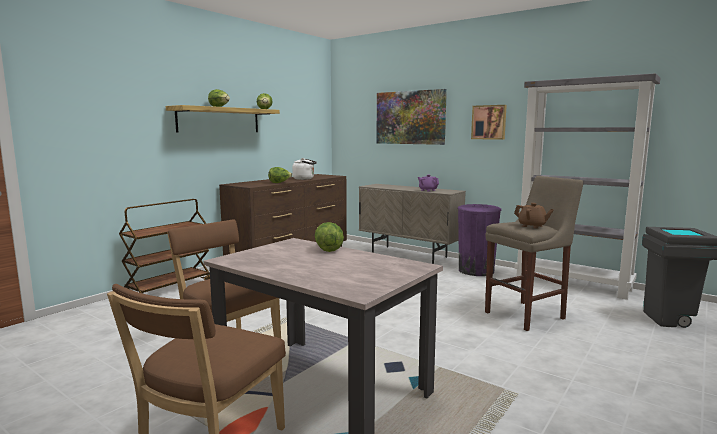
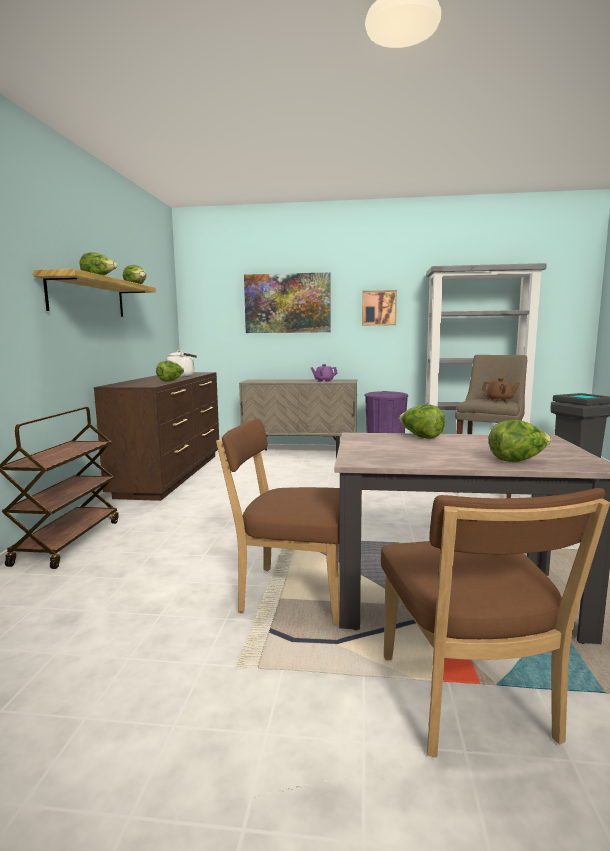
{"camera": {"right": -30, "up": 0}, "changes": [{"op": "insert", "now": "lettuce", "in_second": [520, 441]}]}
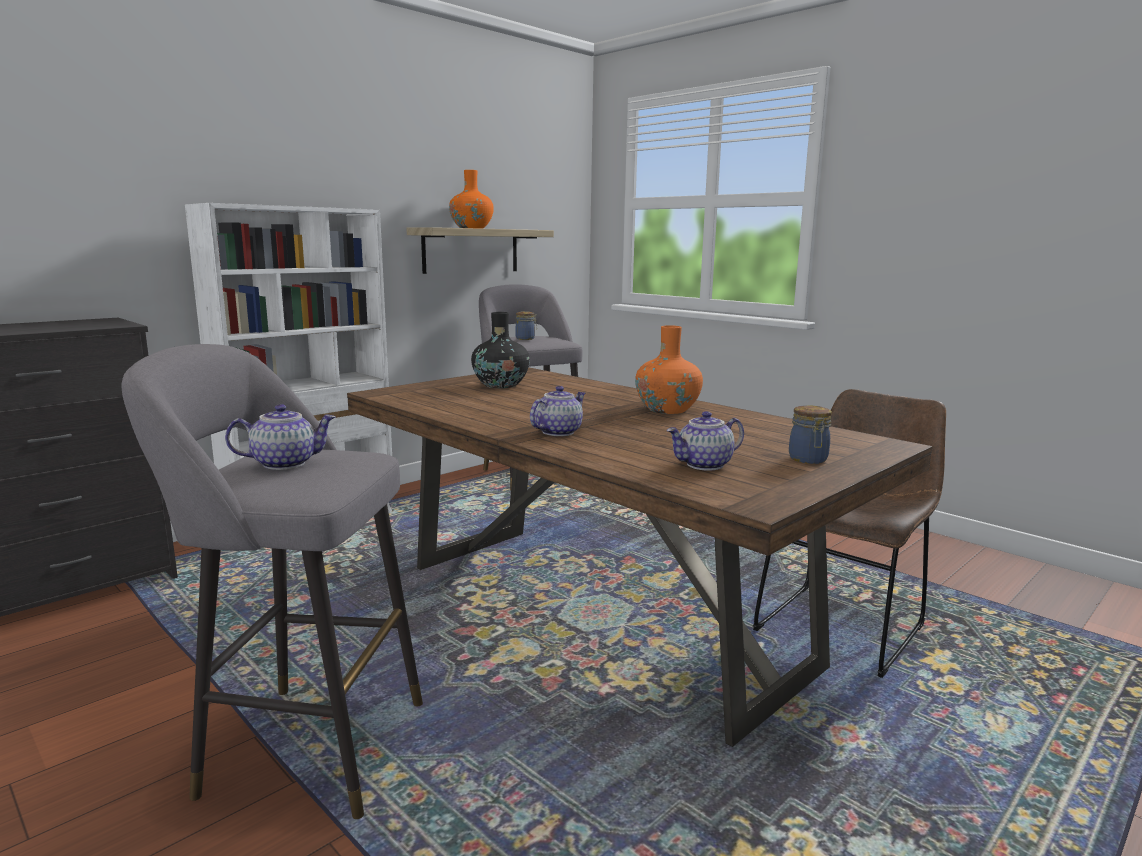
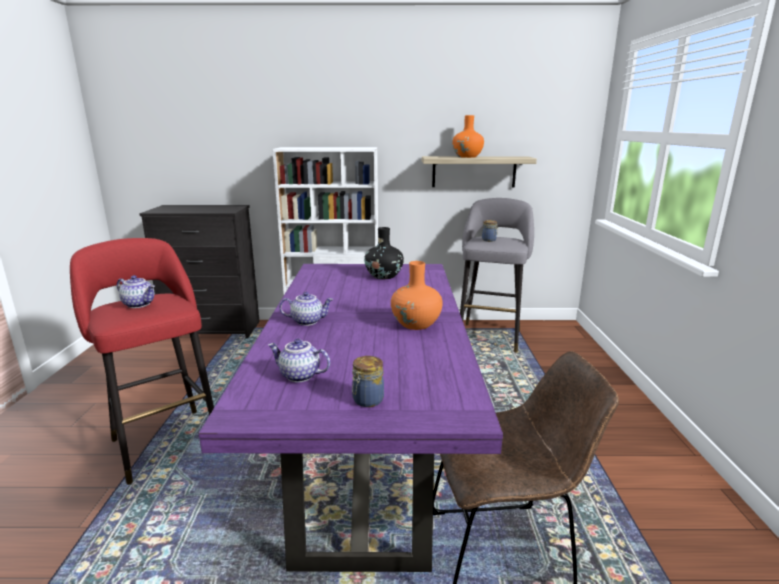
{"camera": {"right": 45, "up": 5}, "changes": [{"op": "recolor", "was": "grey stool", "now": "red stool", "in_first": [272, 581], "in_second": [142, 361]}, {"op": "recolor", "was": "brown dining table", "now": "purple dining table", "in_first": [640, 557], "in_second": [350, 418]}]}
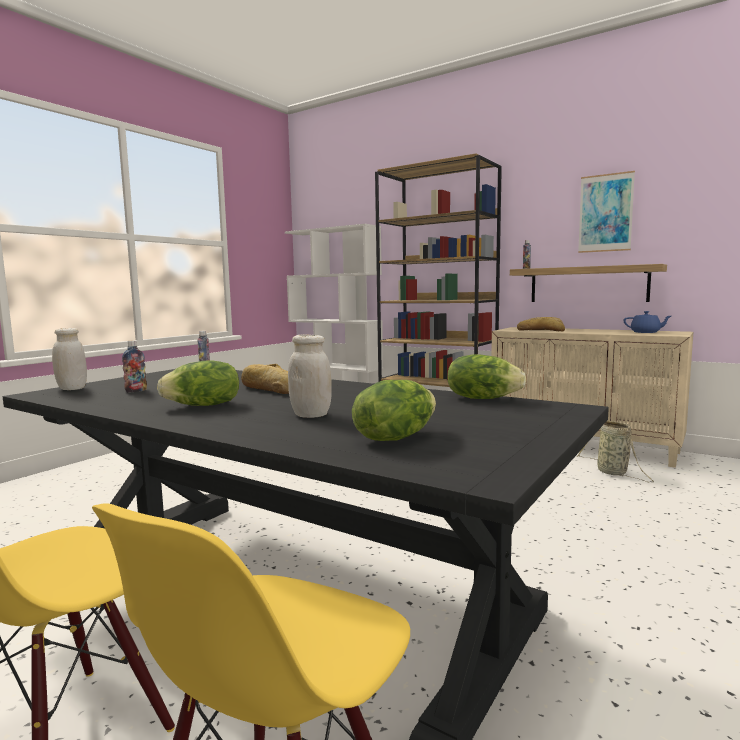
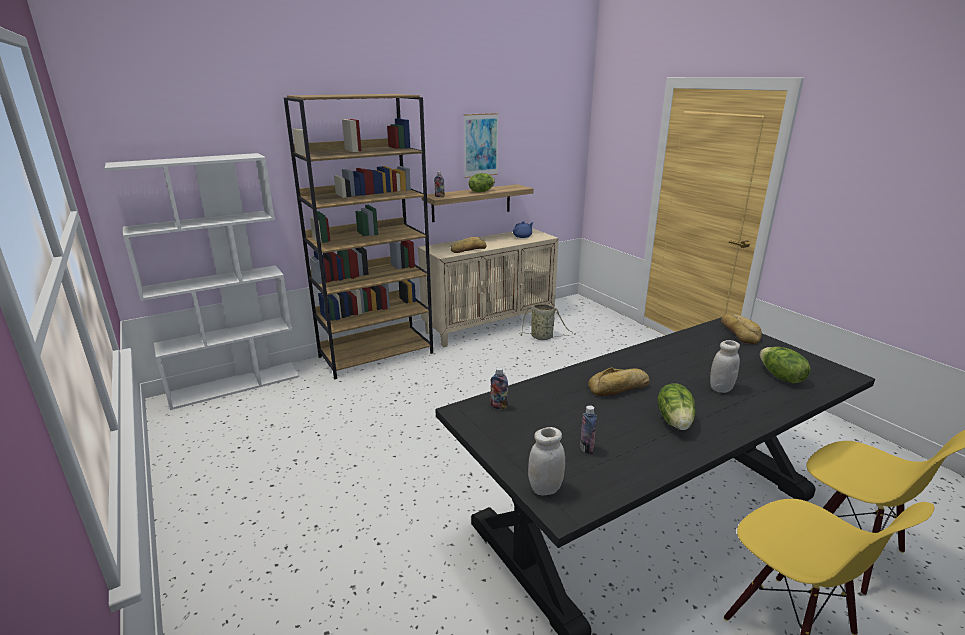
{"camera": {"right": -65, "up": 15}, "changes": [{"op": "insert", "now": "bread", "in_second": [741, 329]}, {"op": "move", "was": "lettuce", "in_first": [486, 376], "in_second": [481, 182]}]}
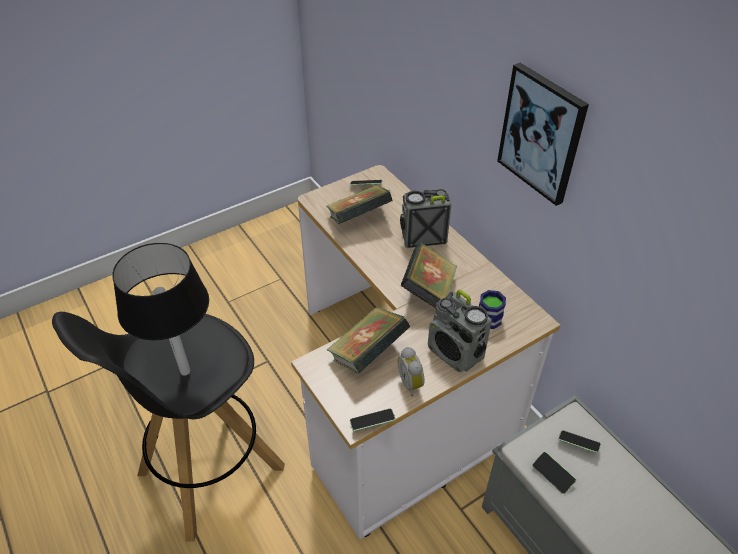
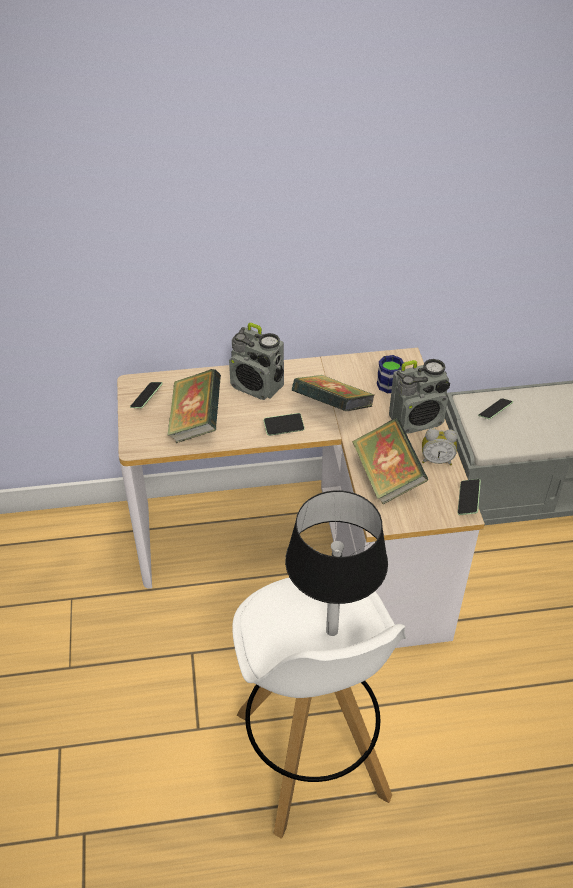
{"camera": {"right": -65, "up": 0}, "changes": [{"op": "delete", "was": "picture", "in_first": [543, 134]}, {"op": "move", "was": "phone", "in_first": [554, 472], "in_second": [284, 424]}, {"op": "recolor", "was": "black stool", "now": "white stool", "in_first": [168, 426], "in_second": [319, 708]}, {"op": "rotate", "was": "radio", "in_first": [426, 218], "in_second": [256, 361], "clockwise": -75}]}
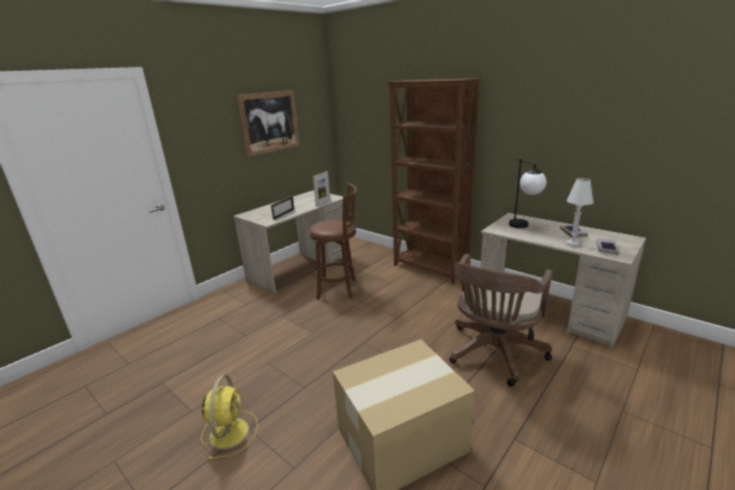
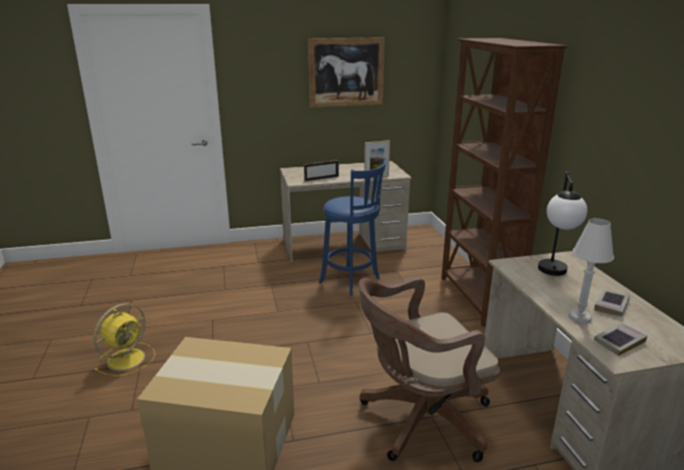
{"camera": {"right": 35, "up": 0}, "changes": [{"op": "recolor", "was": "brown stool", "now": "blue stool", "in_first": [333, 241], "in_second": [352, 227]}]}
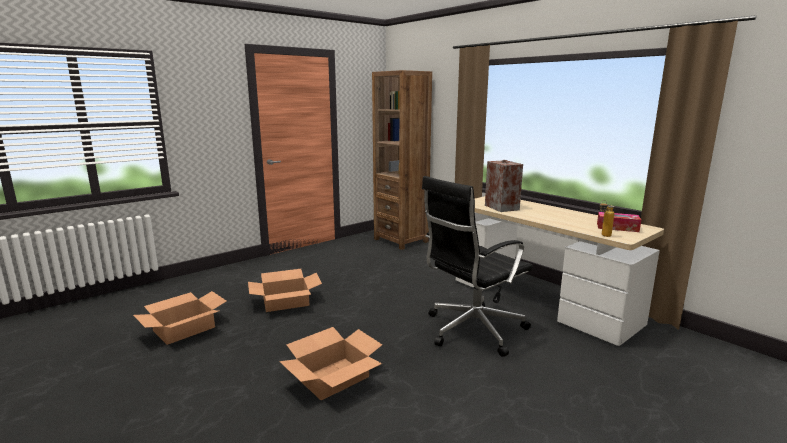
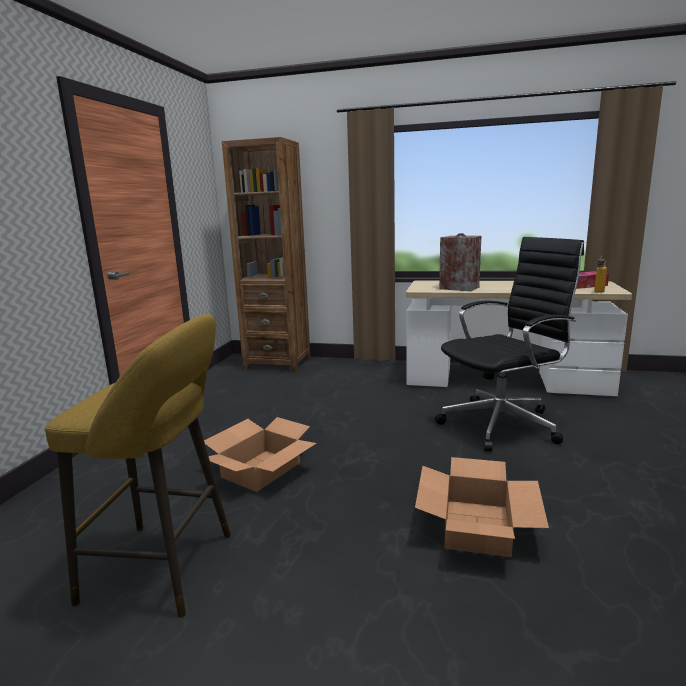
{"camera": {"right": -35, "up": 0}, "changes": [{"op": "replace", "was": "cardboard box", "now": "yellow stool", "in_first": [179, 318], "in_second": [138, 465]}, {"op": "rotate", "was": "black office chair", "in_first": [477, 266], "in_second": [509, 344], "clockwise": -135}]}
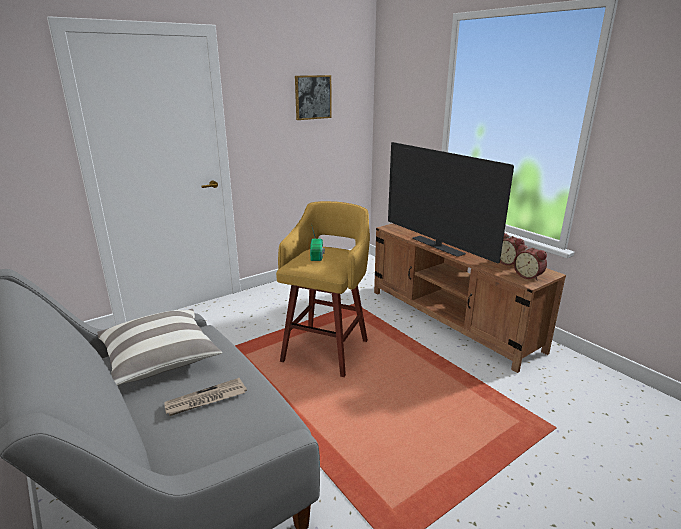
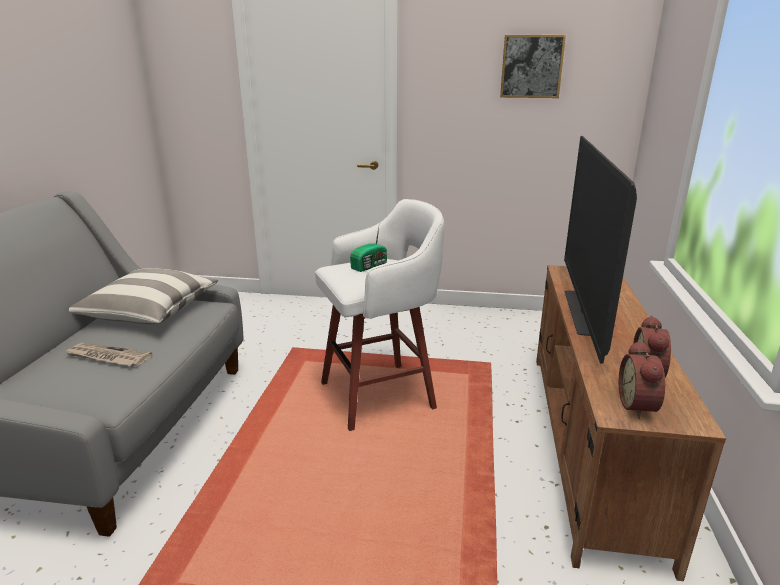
{"camera": {"right": 45, "up": 0}, "changes": [{"op": "recolor", "was": "yellow stool", "now": "white stool", "in_first": [323, 289], "in_second": [379, 315]}]}
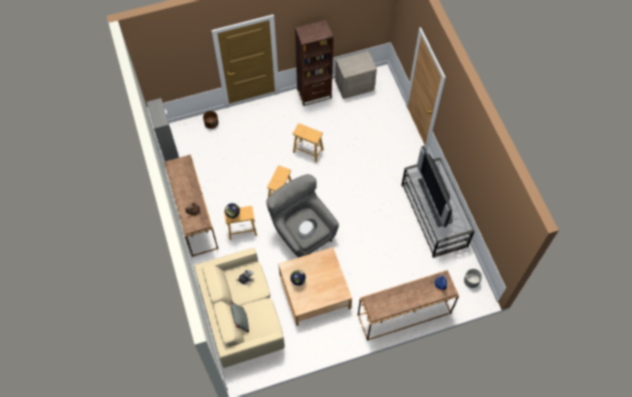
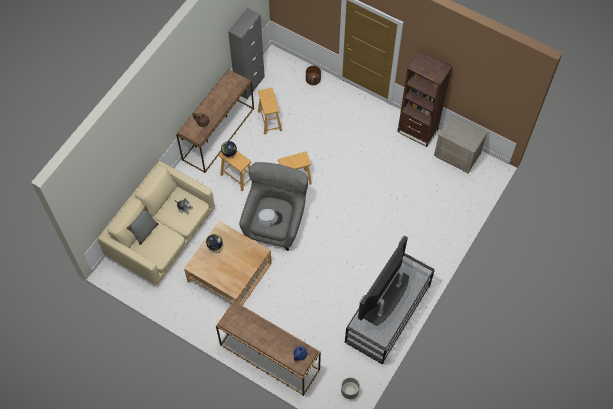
{"camera": {"right": 50, "up": 0}, "changes": [{"op": "move", "was": "brown stool", "in_first": [308, 142], "in_second": [270, 111]}]}
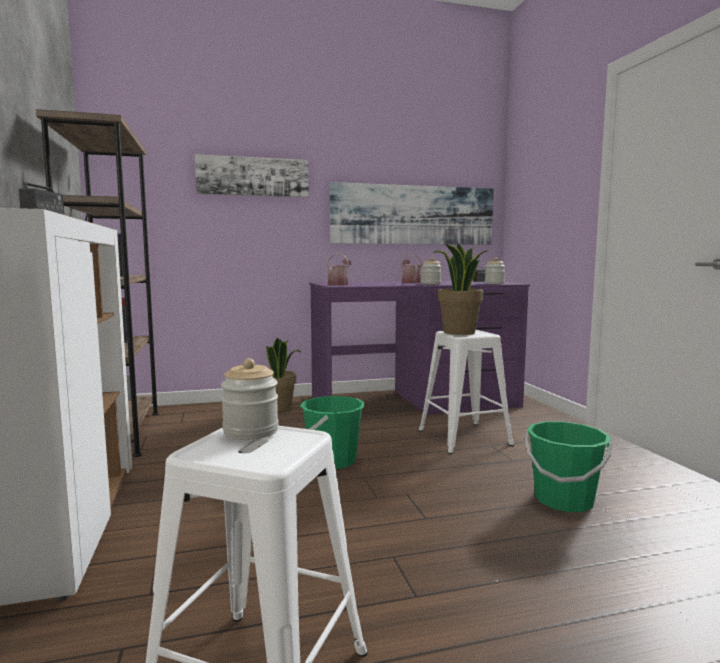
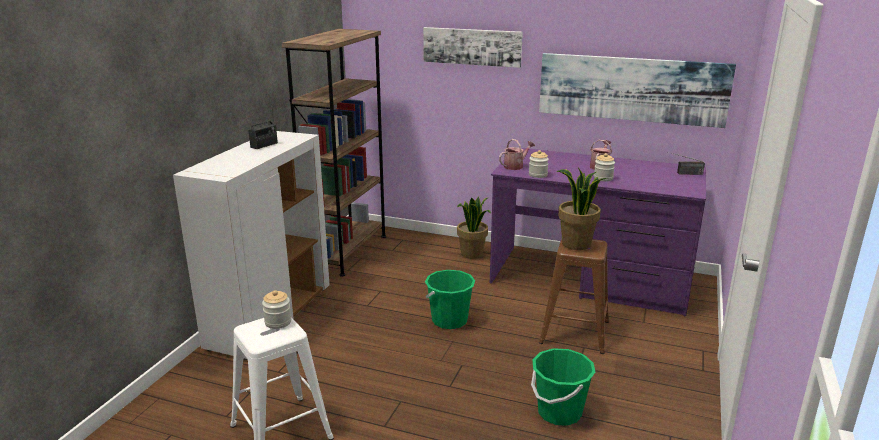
{"camera": {"right": 35, "up": 15}, "changes": [{"op": "move", "was": "jar", "in_first": [495, 270], "in_second": [539, 164]}, {"op": "recolor", "was": "white stool", "now": "brown stool", "in_first": [466, 392], "in_second": [574, 296]}]}
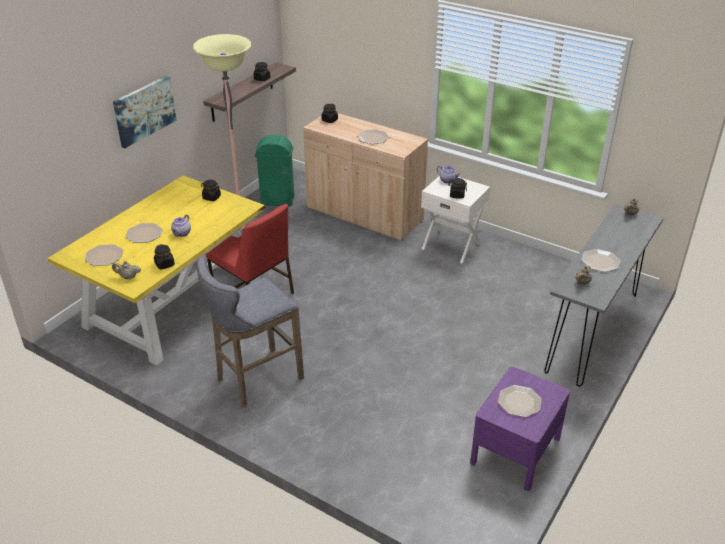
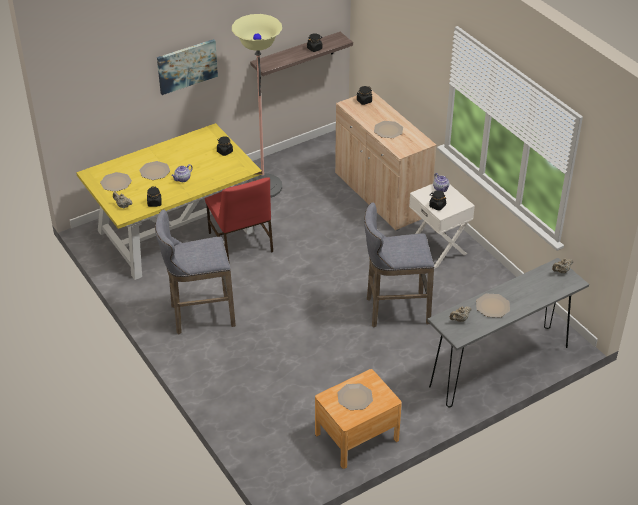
{"camera": {"right": 25, "up": 5}, "changes": [{"op": "delete", "was": "green trash can", "in_first": [274, 170]}, {"op": "insert", "now": "grey stool", "in_second": [399, 264]}, {"op": "recolor", "was": "purple nightstand", "now": "brown nightstand", "in_first": [520, 428], "in_second": [358, 419]}]}
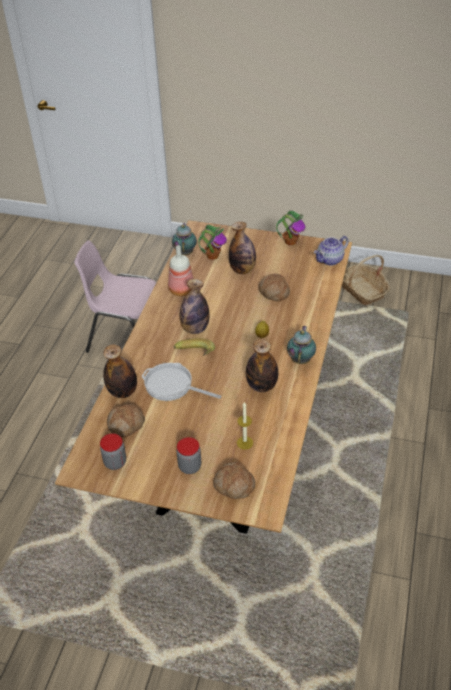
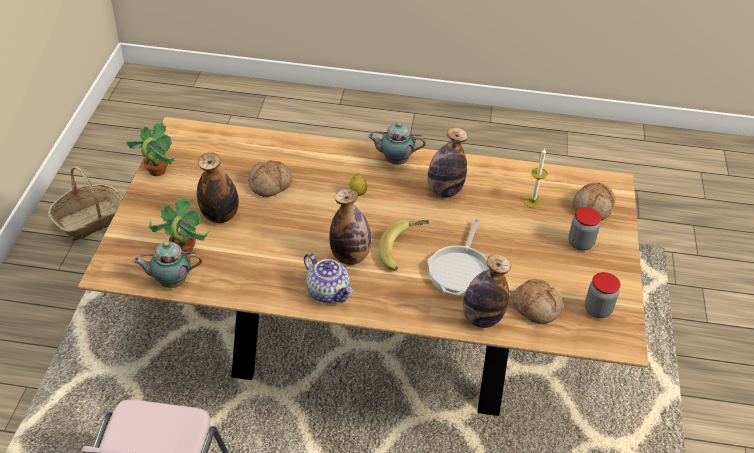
{"camera": {"right": -100, "up": 0}, "changes": [{"op": "delete", "was": "bottle", "in_first": [180, 271]}, {"op": "move", "was": "teapot", "in_first": [331, 250], "in_second": [328, 278]}]}
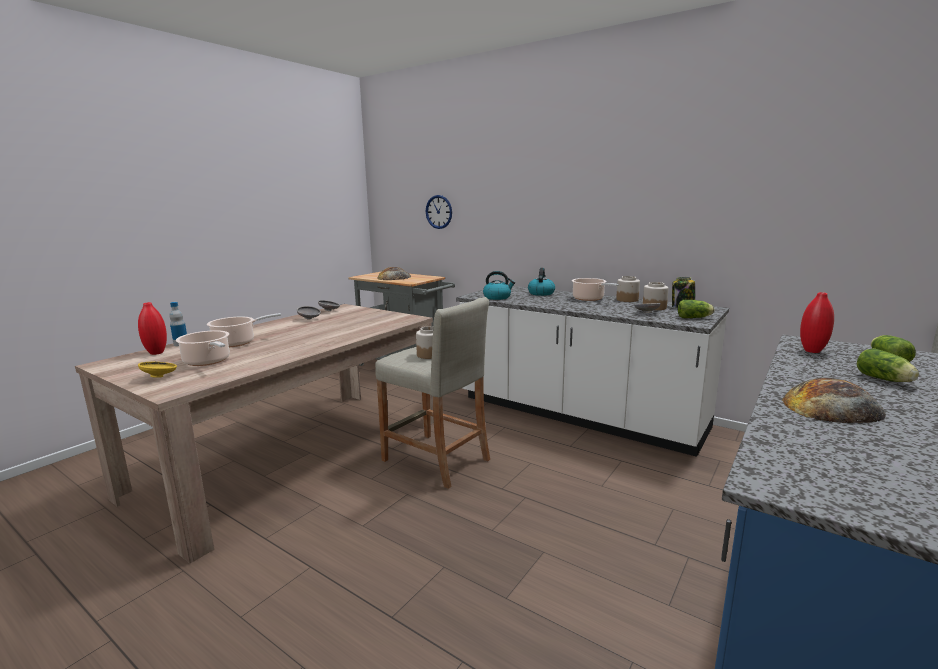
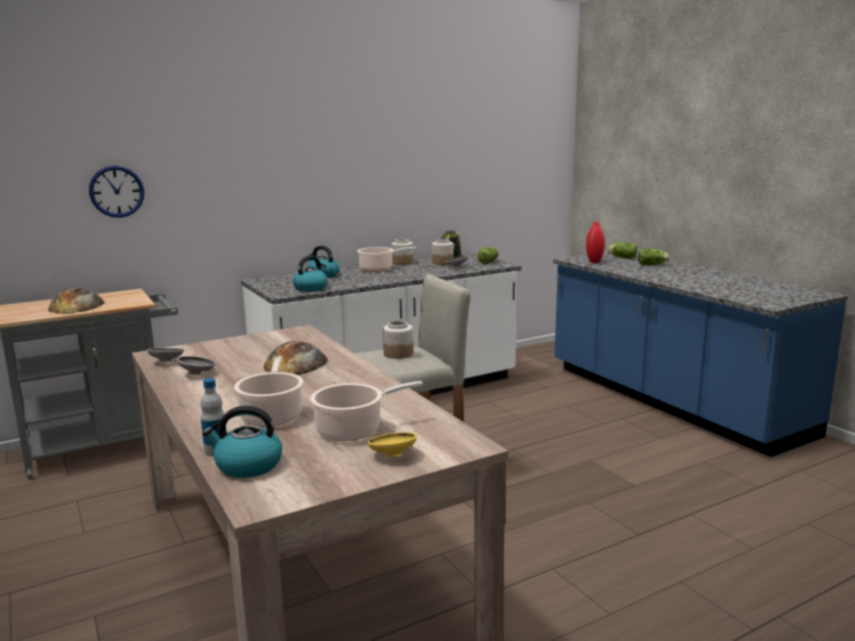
{"camera": {"right": -65, "up": 0}, "changes": [{"op": "move", "was": "bread", "in_first": [834, 400], "in_second": [296, 358]}, {"op": "replace", "was": "red vase", "now": "kettle", "in_first": [152, 328], "in_second": [242, 442]}]}
